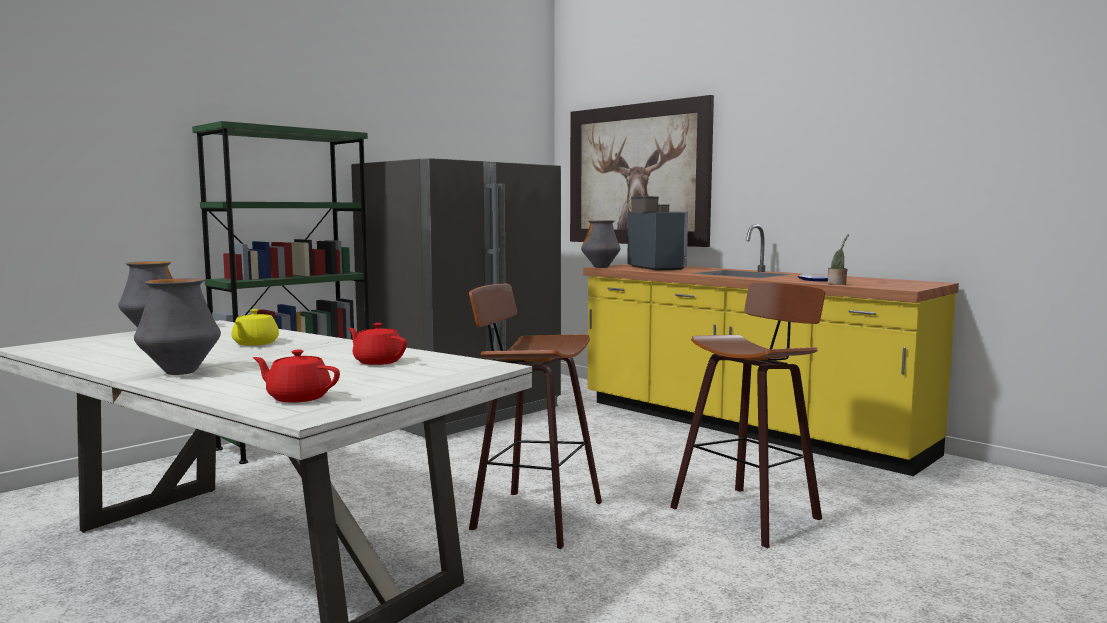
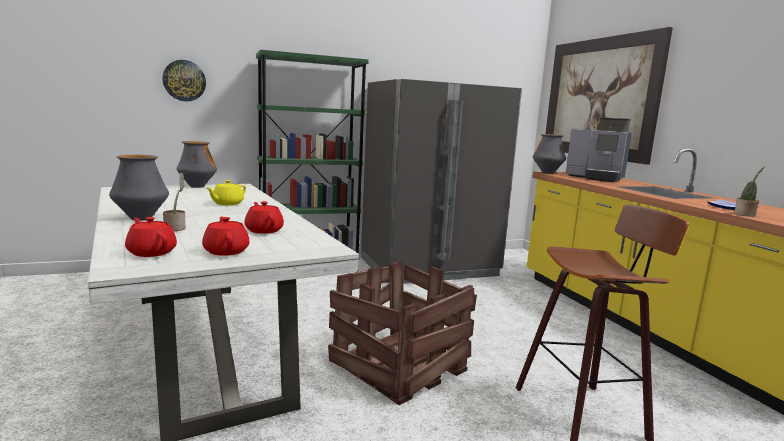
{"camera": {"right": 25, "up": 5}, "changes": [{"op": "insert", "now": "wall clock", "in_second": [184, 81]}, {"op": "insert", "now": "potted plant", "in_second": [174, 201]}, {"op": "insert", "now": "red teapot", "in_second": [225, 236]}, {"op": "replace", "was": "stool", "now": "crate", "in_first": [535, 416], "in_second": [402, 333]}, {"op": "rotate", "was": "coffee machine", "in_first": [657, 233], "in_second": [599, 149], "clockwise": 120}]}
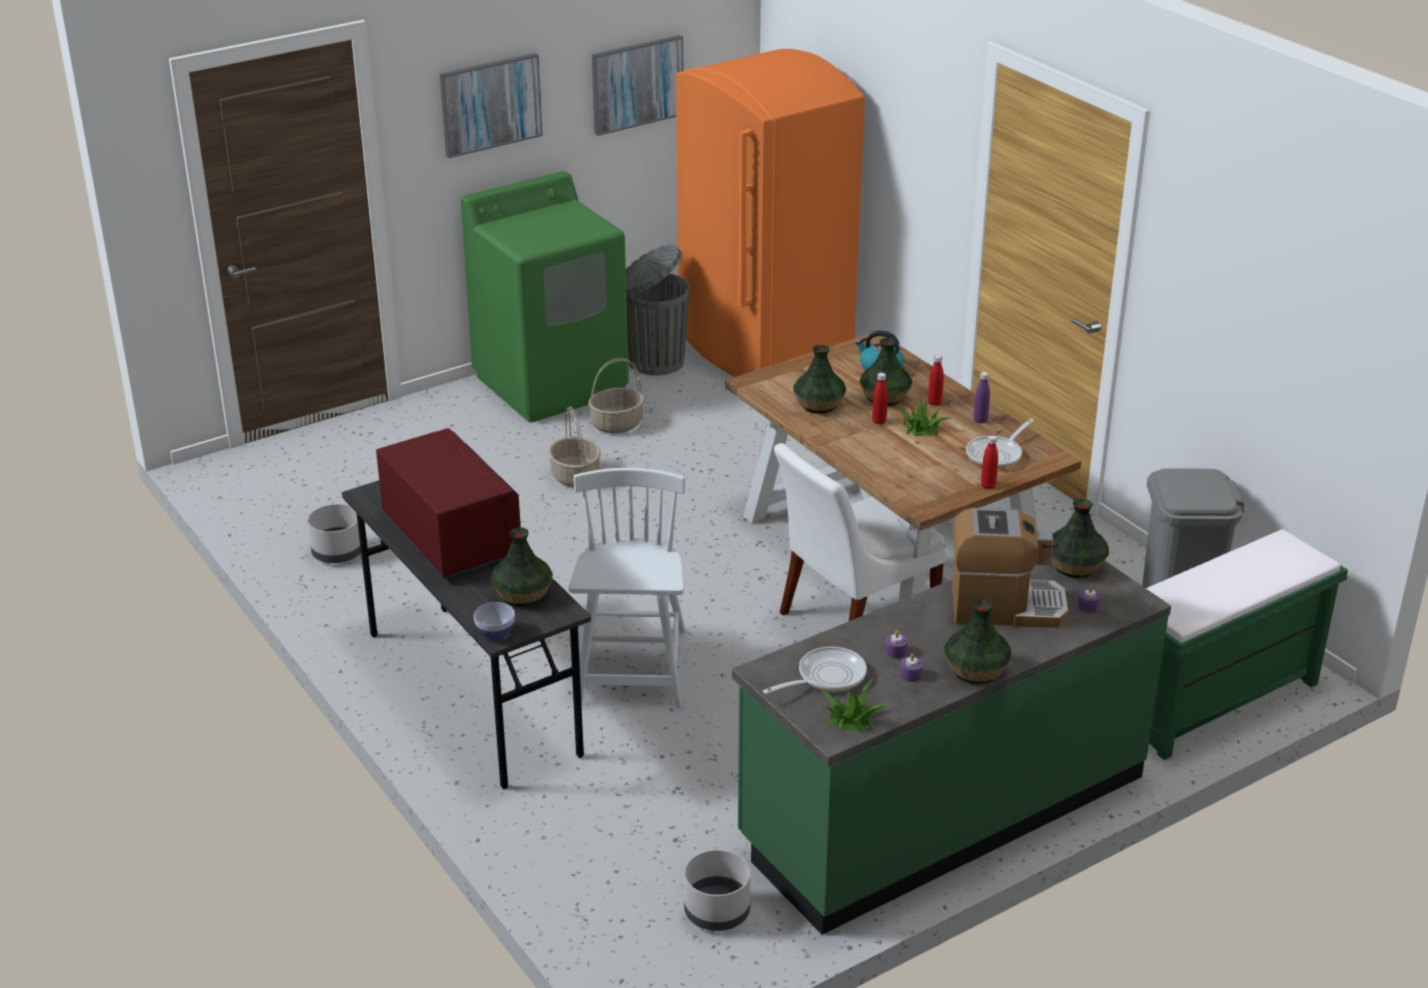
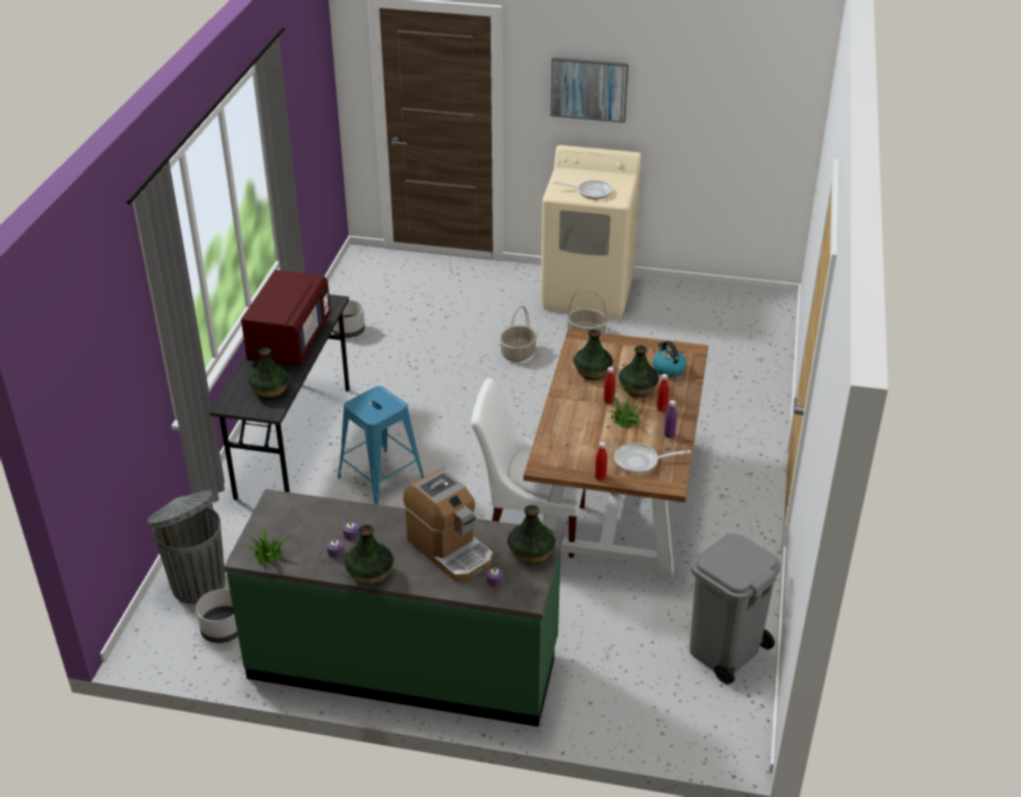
{"camera": {"right": 45, "up": 5}, "changes": [{"op": "delete", "was": "bowl", "in_first": [494, 621]}, {"op": "delete", "was": "picture", "in_first": [637, 85]}, {"op": "delete", "was": "orange fridge", "in_first": [770, 213]}, {"op": "delete", "was": "green bench", "in_first": [1247, 644]}, {"op": "move", "was": "grey trash can", "in_first": [657, 310], "in_second": [186, 547]}, {"op": "move", "was": "frying pan", "in_first": [815, 670], "in_second": [582, 189]}, {"op": "replace", "was": "white chair", "now": "blue stool", "in_first": [627, 588], "in_second": [381, 445]}, {"op": "recolor", "was": "green washing machine", "now": "beige washing machine", "in_first": [545, 297], "in_second": [591, 231]}]}
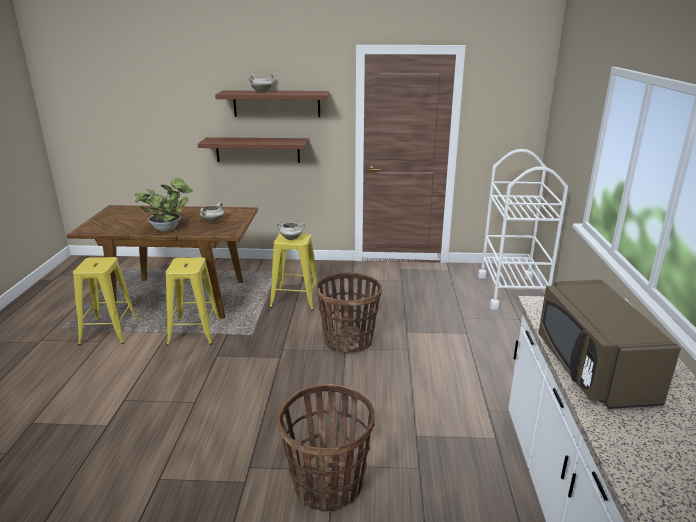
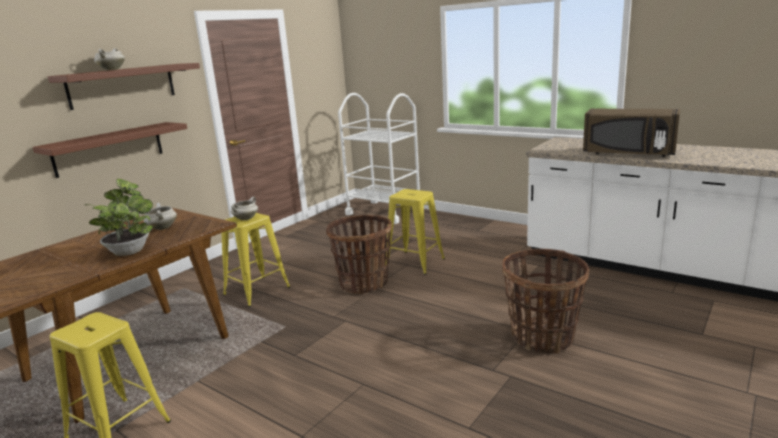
{"camera": {"right": -55, "up": -5}, "changes": [{"op": "move", "was": "yellow stool", "in_first": [193, 301], "in_second": [415, 232]}]}
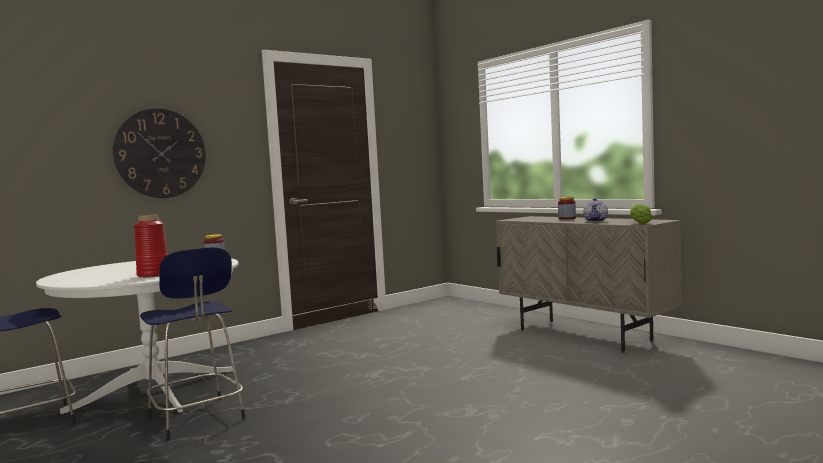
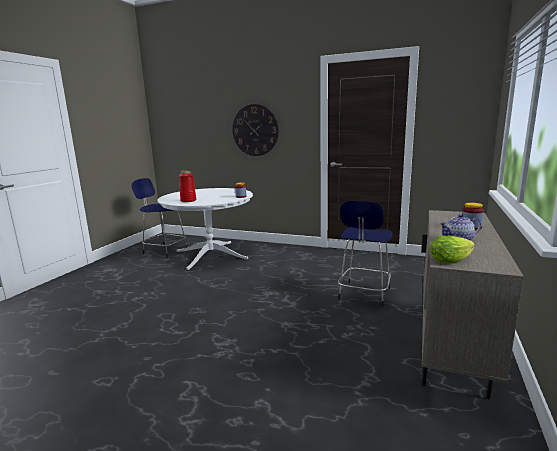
{"camera": {"right": 60, "up": 10}, "changes": [{"op": "move", "was": "blue stool", "in_first": [193, 344], "in_second": [365, 254]}]}
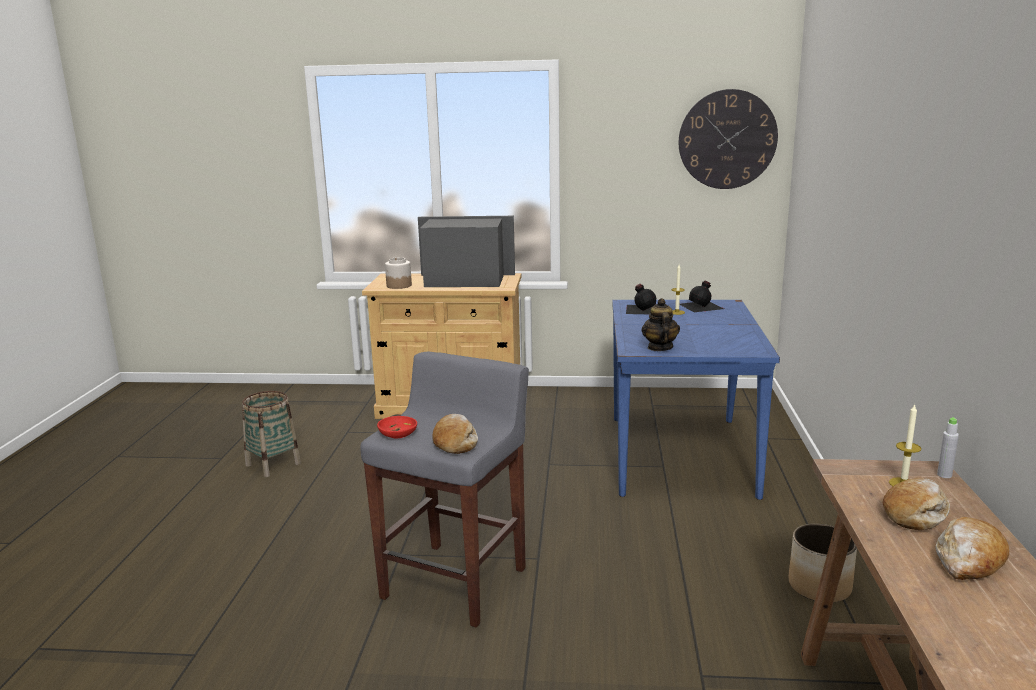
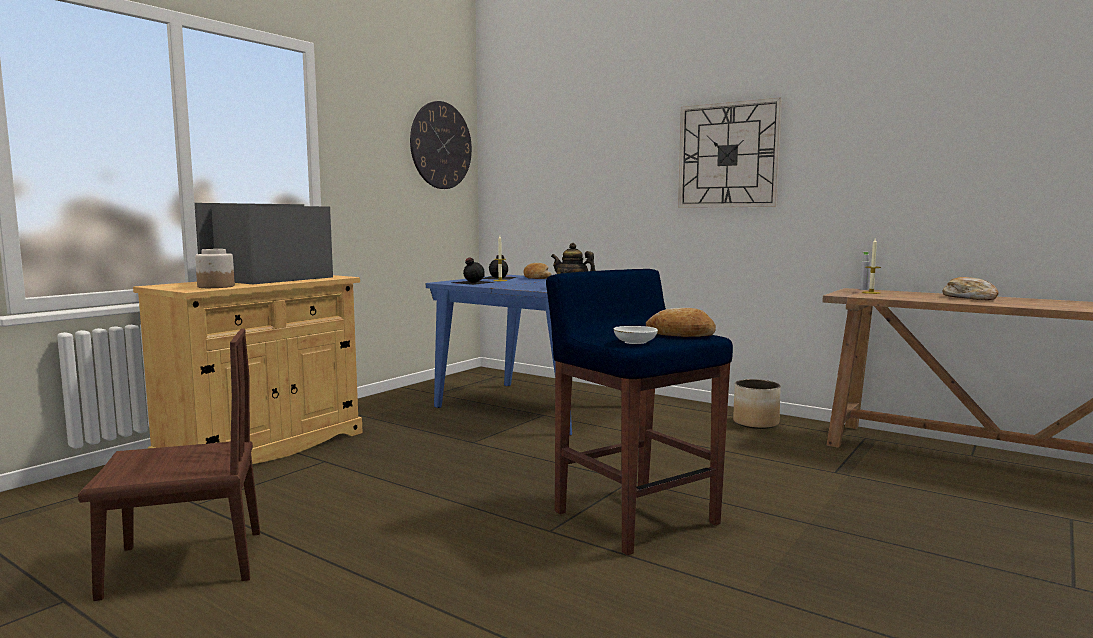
{"camera": {"right": -60, "up": -10}, "changes": [{"op": "insert", "now": "wall clock", "in_second": [730, 152]}, {"op": "move", "was": "bread", "in_first": [916, 504], "in_second": [538, 271]}, {"op": "replace", "was": "basket", "now": "brown chair", "in_first": [271, 434], "in_second": [169, 465]}, {"op": "recolor", "was": "grey stool", "now": "blue stool", "in_first": [444, 490], "in_second": [639, 412]}, {"op": "recolor", "was": "red bowl", "now": "white bowl", "in_first": [397, 427], "in_second": [636, 335]}]}
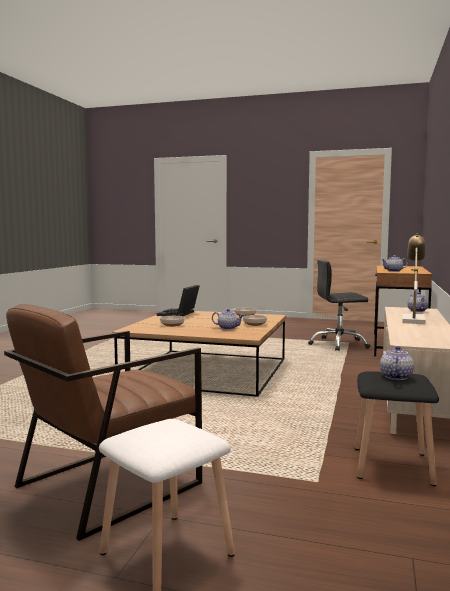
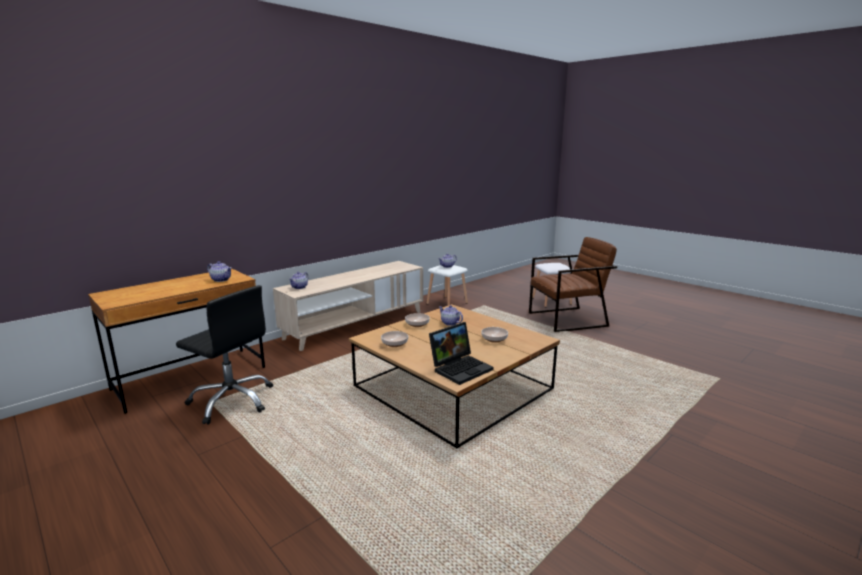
{"camera": {"right": -150, "up": 10}, "changes": [{"op": "delete", "was": "table lamp", "in_first": [414, 278]}, {"op": "recolor", "was": "black stool", "now": "white stool", "in_first": [397, 428], "in_second": [447, 285]}]}
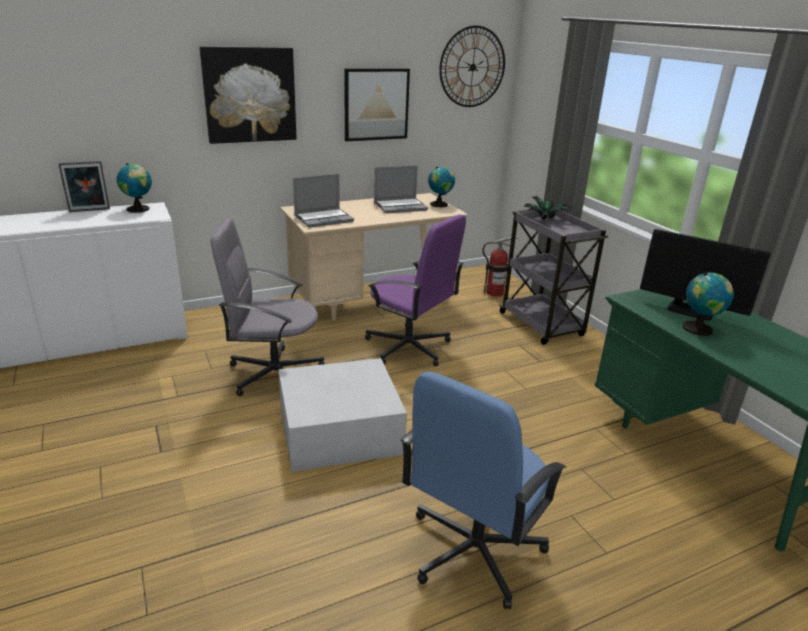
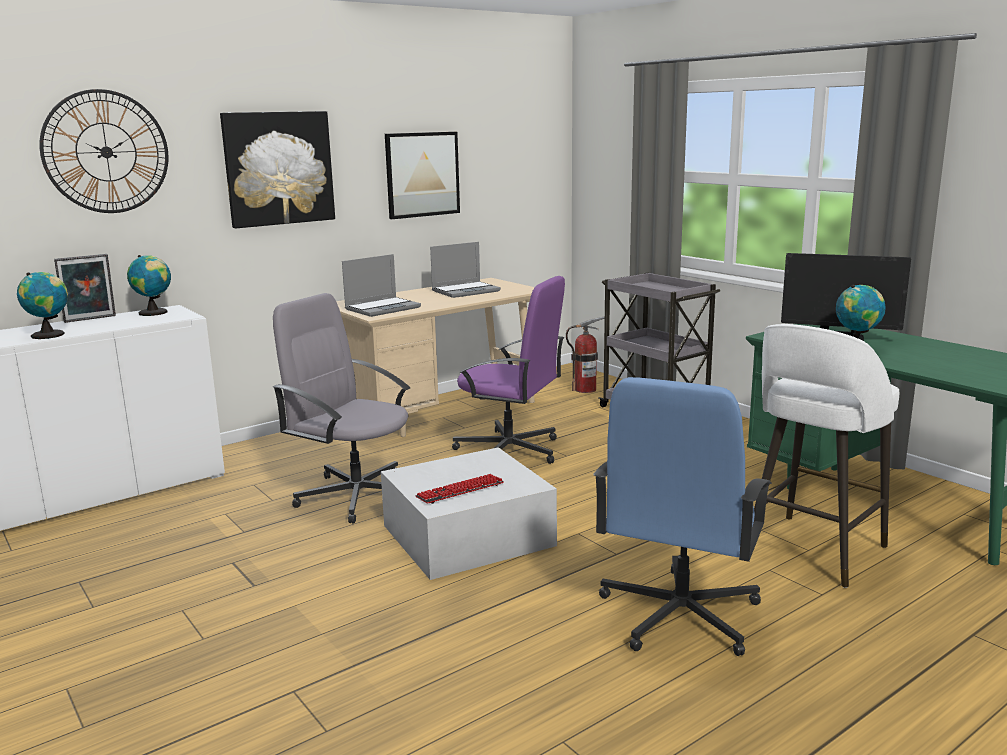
{"camera": {"right": -10, "up": -10}, "changes": [{"op": "delete", "was": "potted plant", "in_first": [548, 208]}, {"op": "insert", "now": "keyboard", "in_second": [459, 489]}, {"op": "insert", "now": "white stool", "in_second": [826, 456]}, {"op": "move", "was": "globe", "in_first": [441, 186], "in_second": [42, 305]}, {"op": "move", "was": "wall clock", "in_first": [472, 66], "in_second": [103, 151]}, {"op": "rotate", "was": "grey office chair", "in_first": [268, 307], "in_second": [341, 408], "clockwise": 45}]}
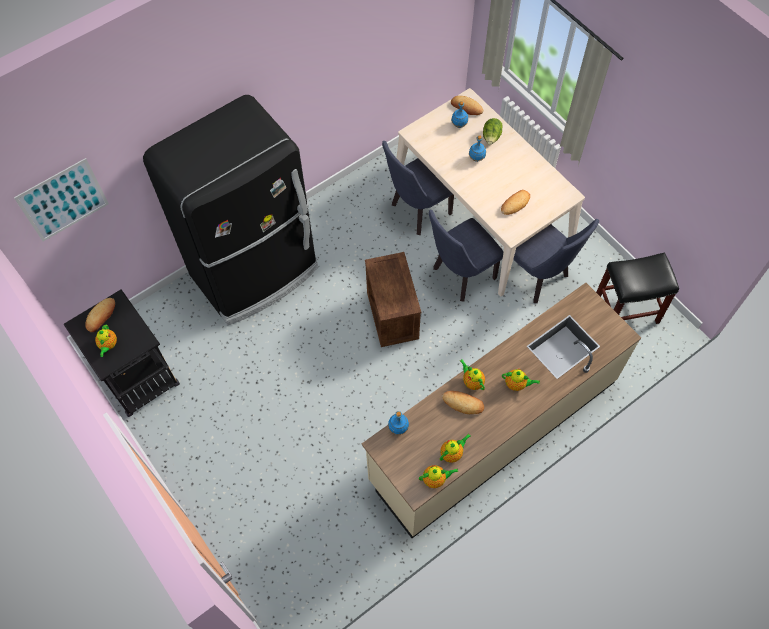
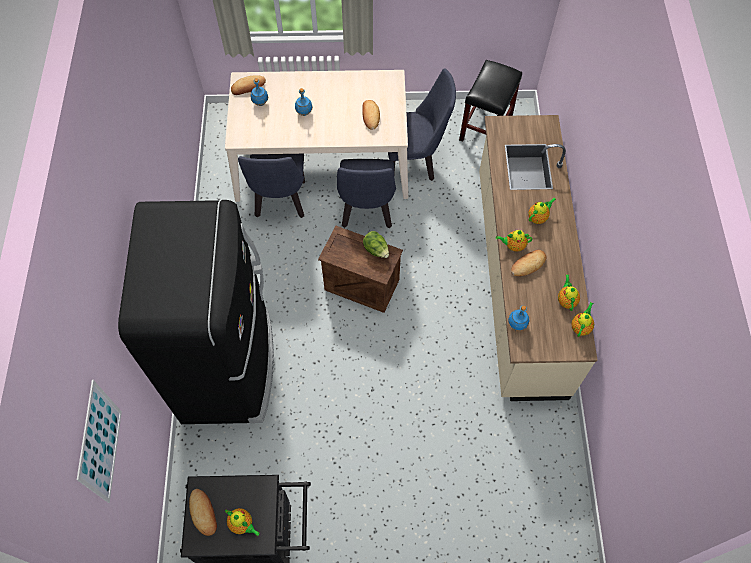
{"camera": {"right": -55, "up": 0}, "changes": [{"op": "move", "was": "lettuce", "in_first": [493, 131], "in_second": [376, 244]}]}
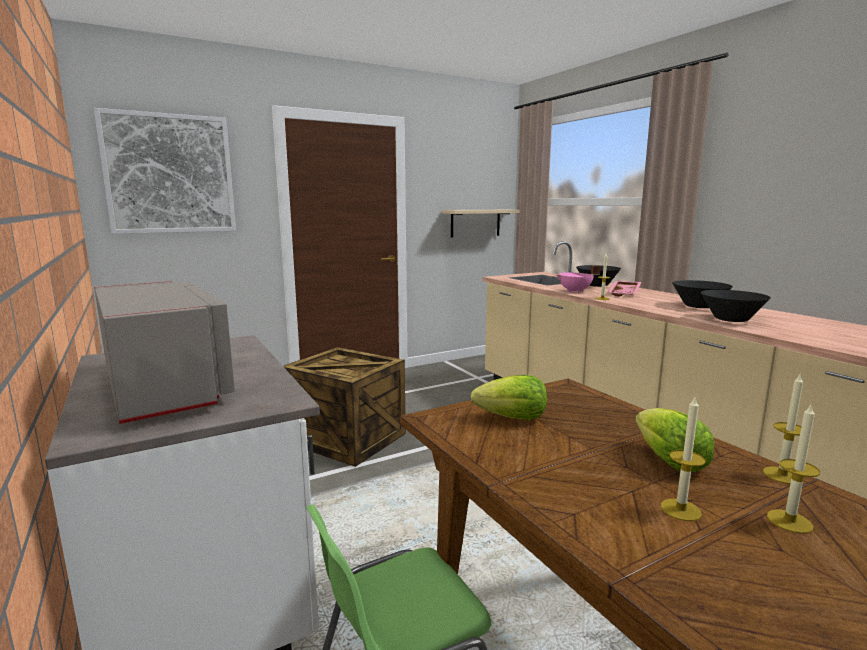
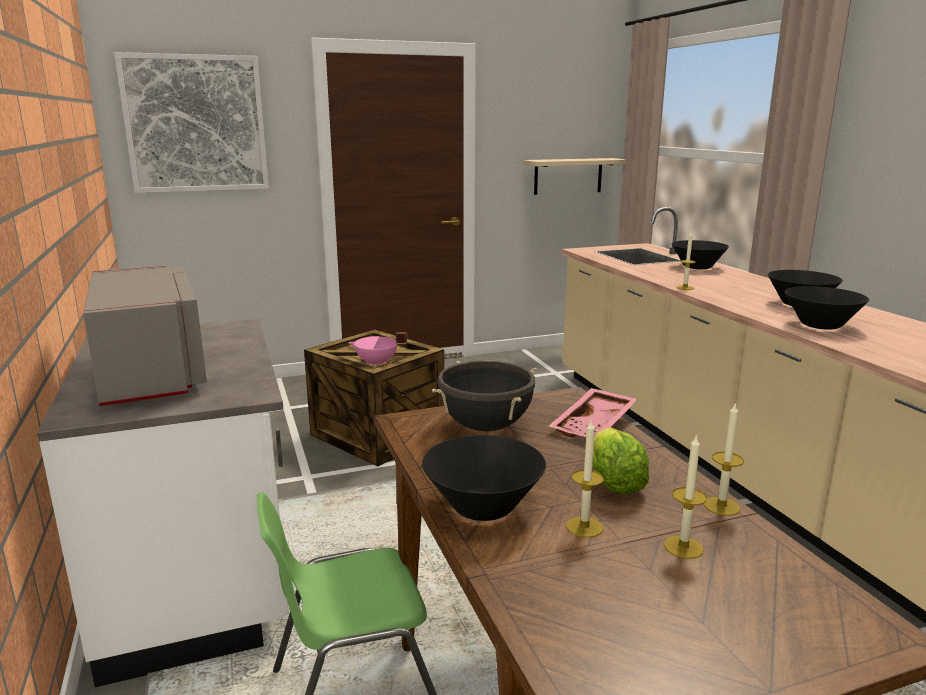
{"camera": {"right": 10, "up": 5}, "changes": [{"op": "insert", "now": "black bowl", "in_second": [484, 478]}, {"op": "move", "was": "pink cooking pot", "in_first": [578, 279], "in_second": [377, 349]}, {"op": "move", "was": "pink tray", "in_first": [624, 288], "in_second": [593, 413]}, {"op": "replace", "was": "lettuce", "now": "black cooking pot", "in_first": [509, 397], "in_second": [484, 395]}]}
